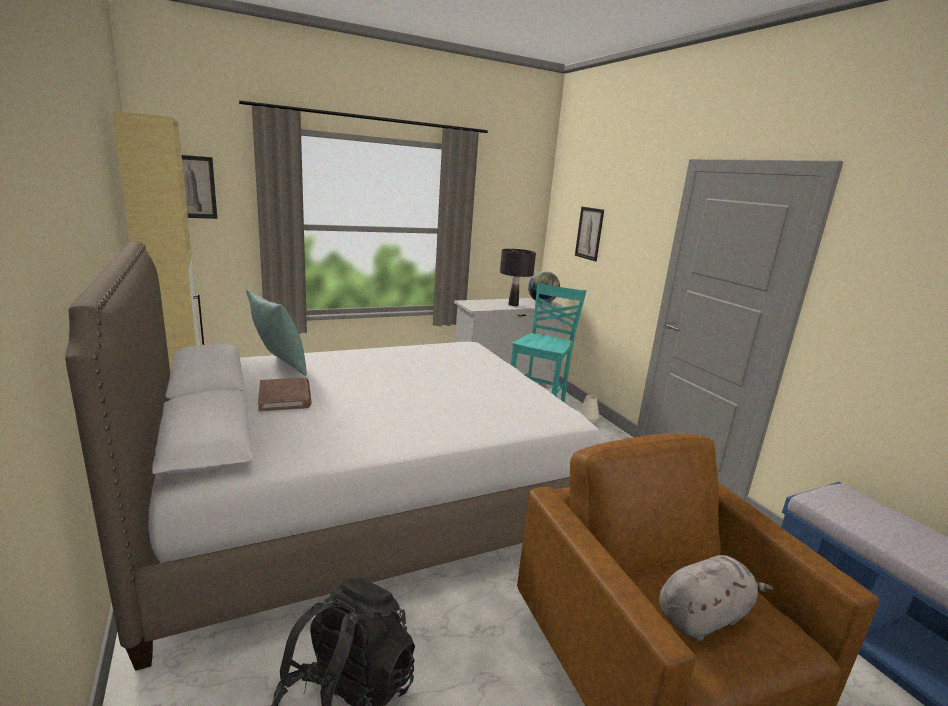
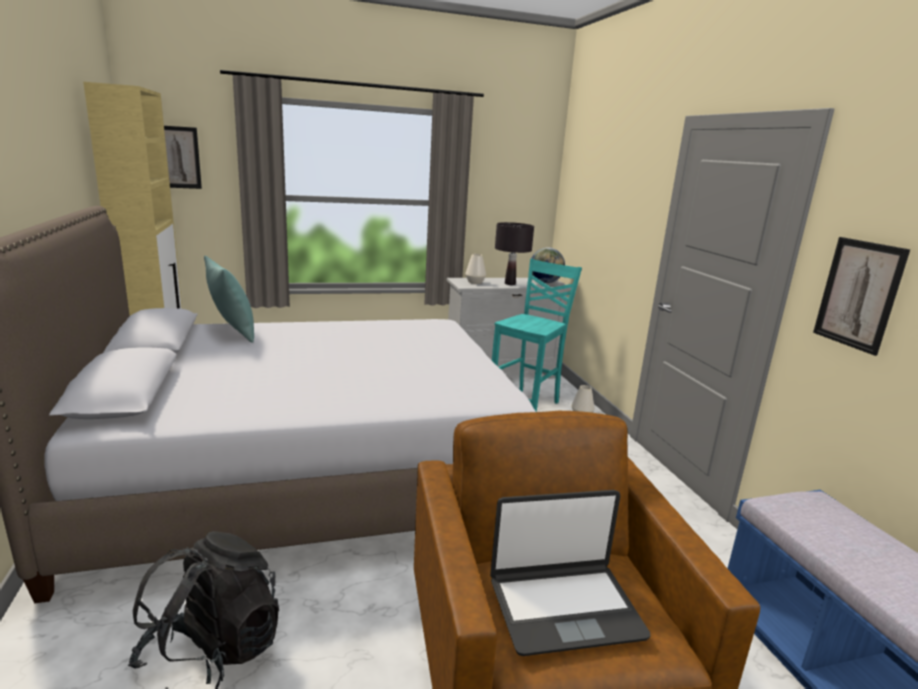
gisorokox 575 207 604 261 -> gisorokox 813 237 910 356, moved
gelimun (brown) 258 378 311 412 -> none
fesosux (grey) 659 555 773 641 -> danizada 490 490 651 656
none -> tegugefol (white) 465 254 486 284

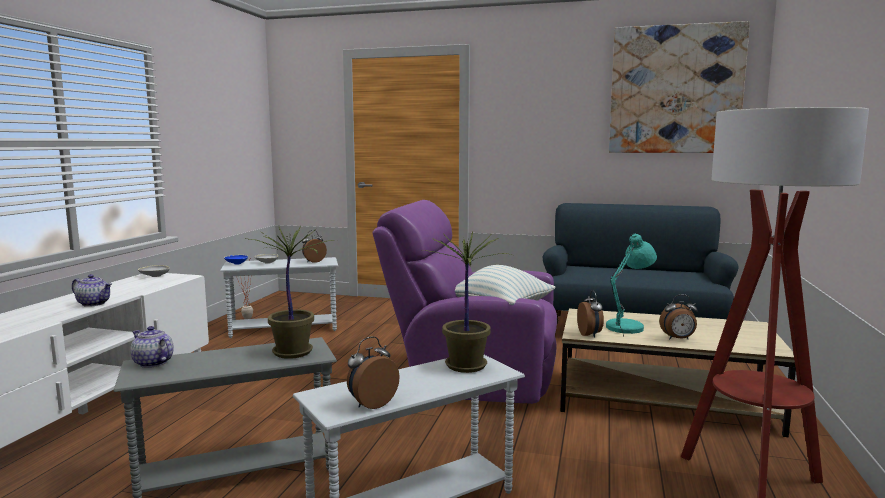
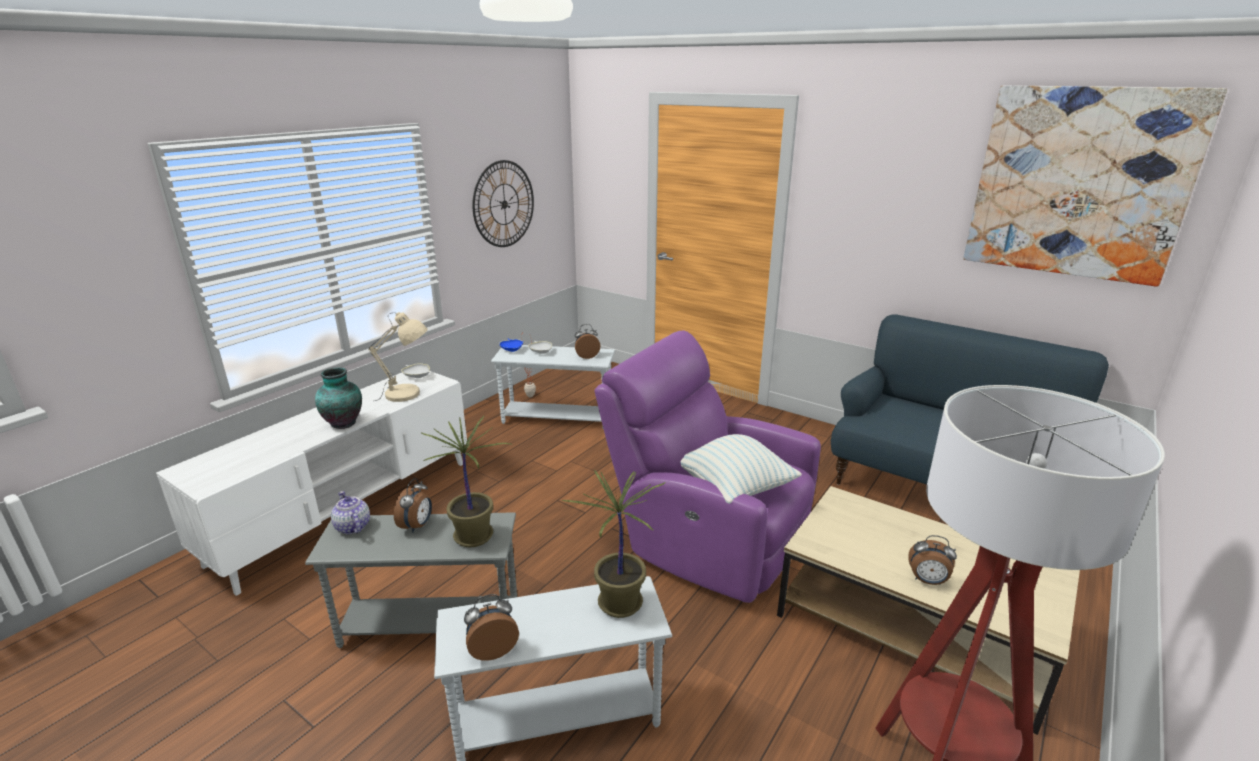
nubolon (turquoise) 606 234 657 338 -> none
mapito 72 274 112 307 -> tegugefol 315 367 362 429
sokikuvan 577 290 604 338 -> sokikuvan 394 478 432 533, moved
none -> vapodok 472 160 534 247
none -> nubolon (beige) 368 312 428 402

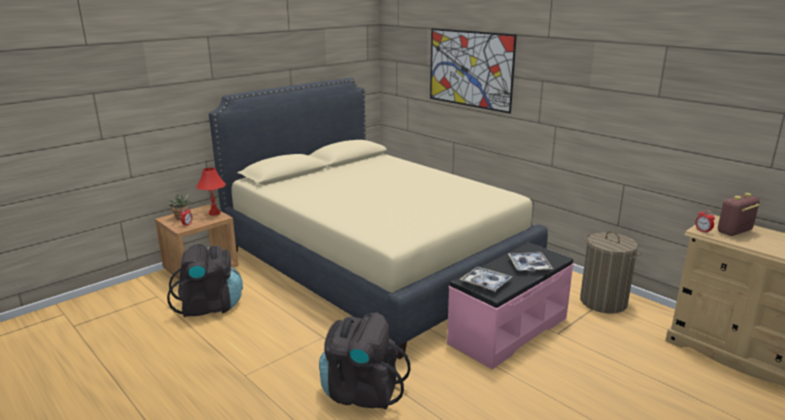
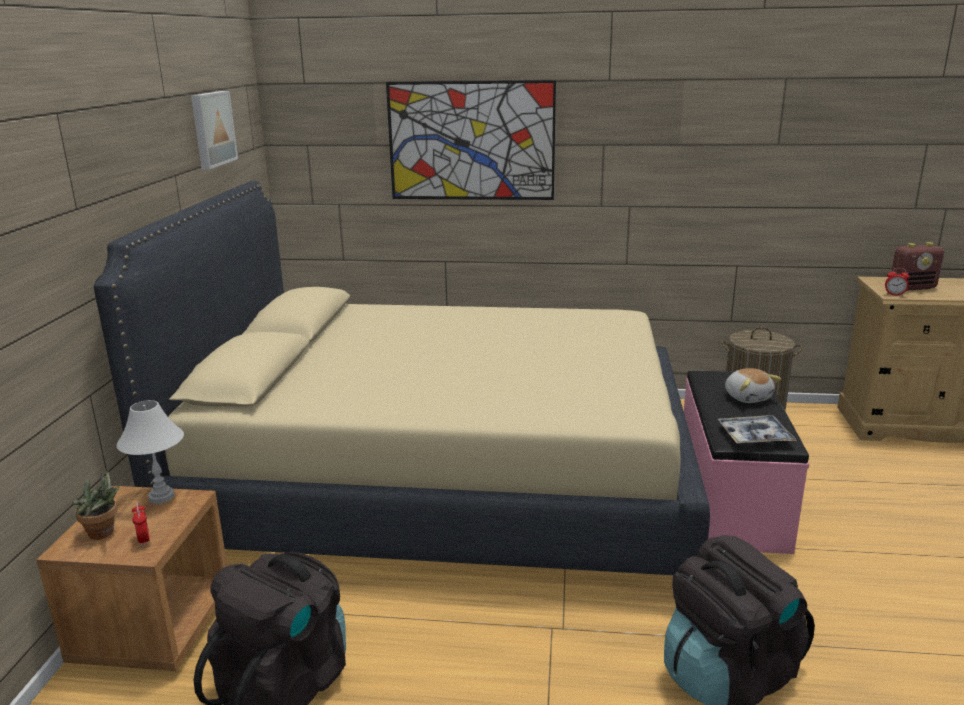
nubolon (red) 196 168 226 216 -> nubolon (white) 117 400 184 504
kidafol 718 193 760 236 -> kidafol 891 242 944 291, 120 degrees counterclockwise
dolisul 508 252 553 272 -> fesosux 725 368 781 403
none -> gisorokox 191 91 238 169

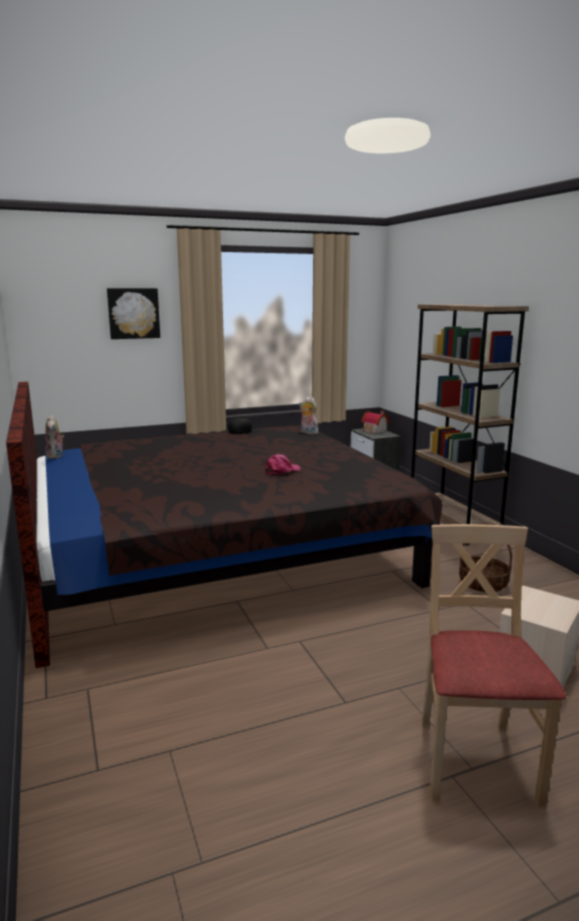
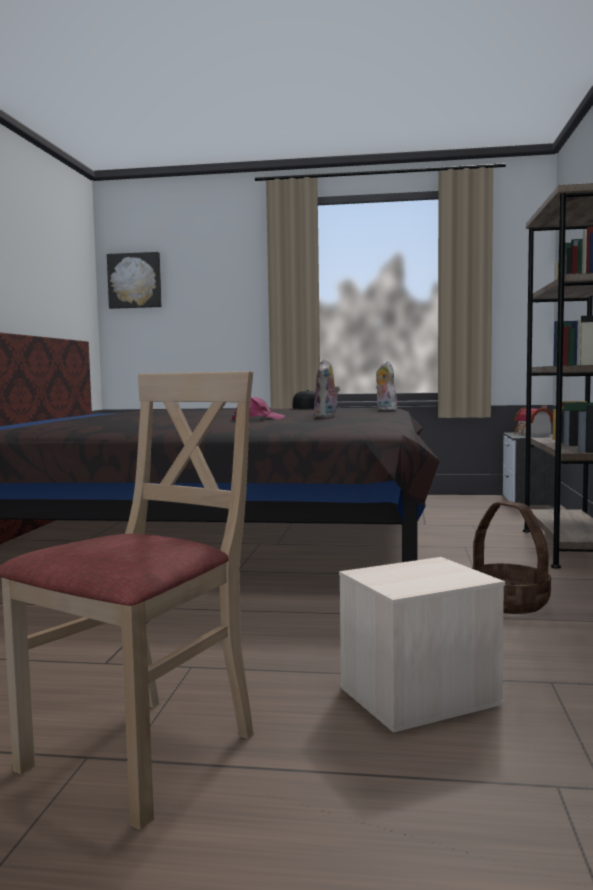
gisorokox 107 288 160 339 -> gisorokox 107 252 162 309, moved
fesosux 45 415 64 459 -> fesosux 314 358 340 417, moved

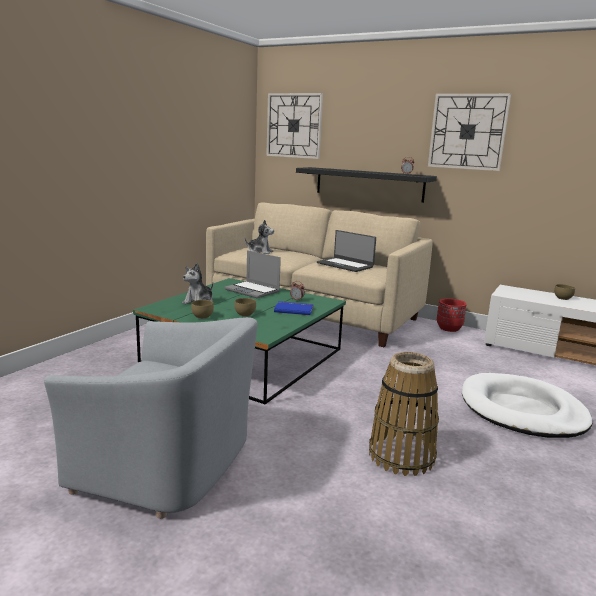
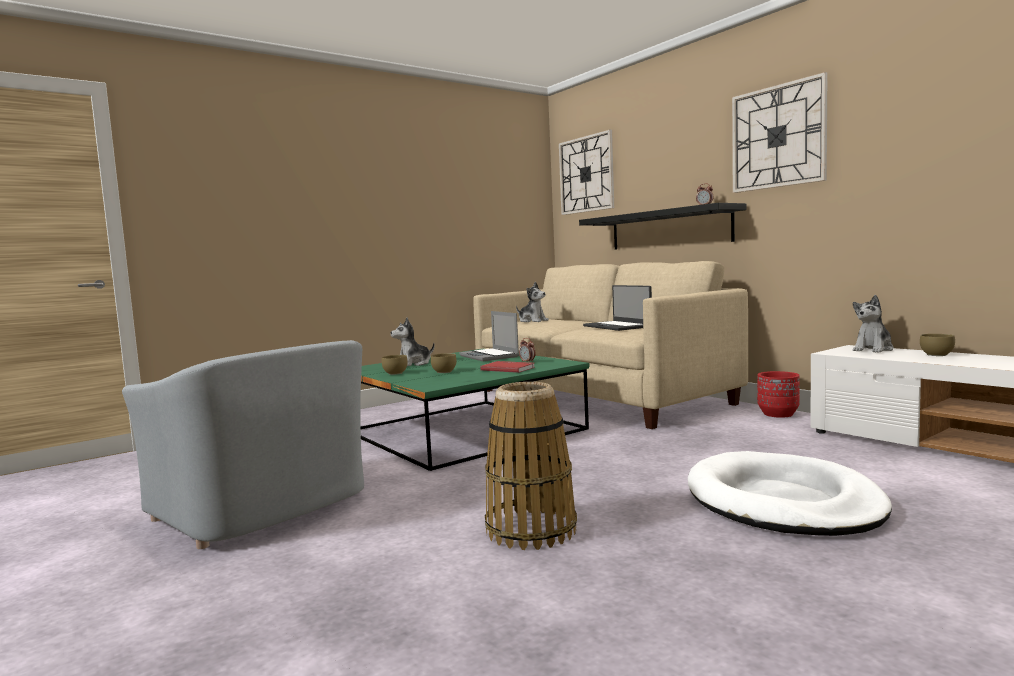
gelimun (blue) 274 301 313 315 -> gelimun (red) 480 361 535 373
none -> fesosux 853 295 894 353

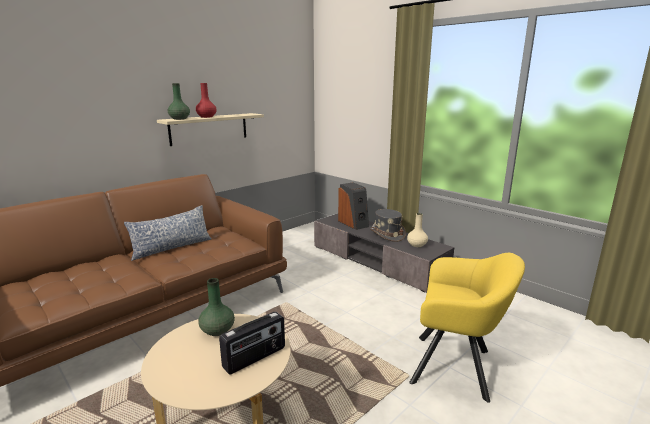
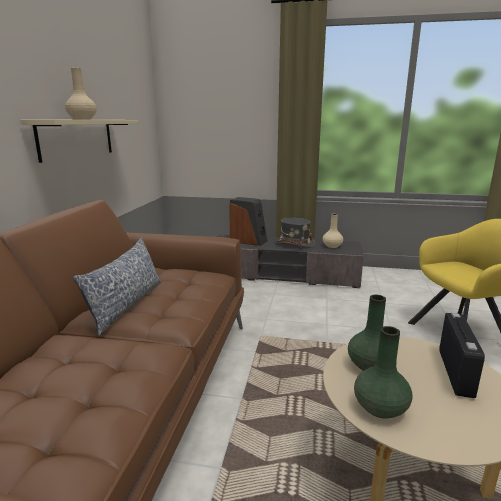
tegugefol (green) 168 83 190 120 -> tegugefol (green) 354 326 412 419, moved
tegugefol (red) 196 83 217 118 -> tegugefol (beige) 65 68 97 119

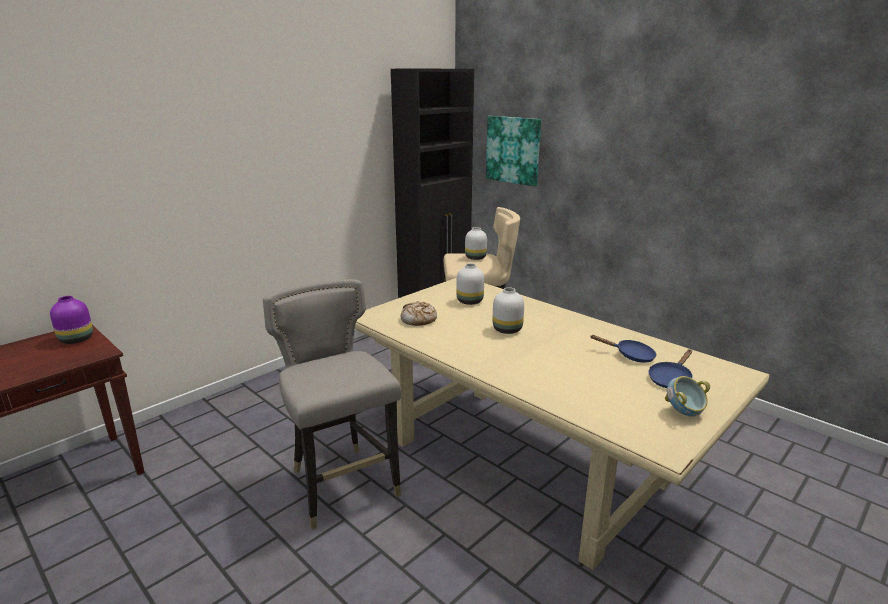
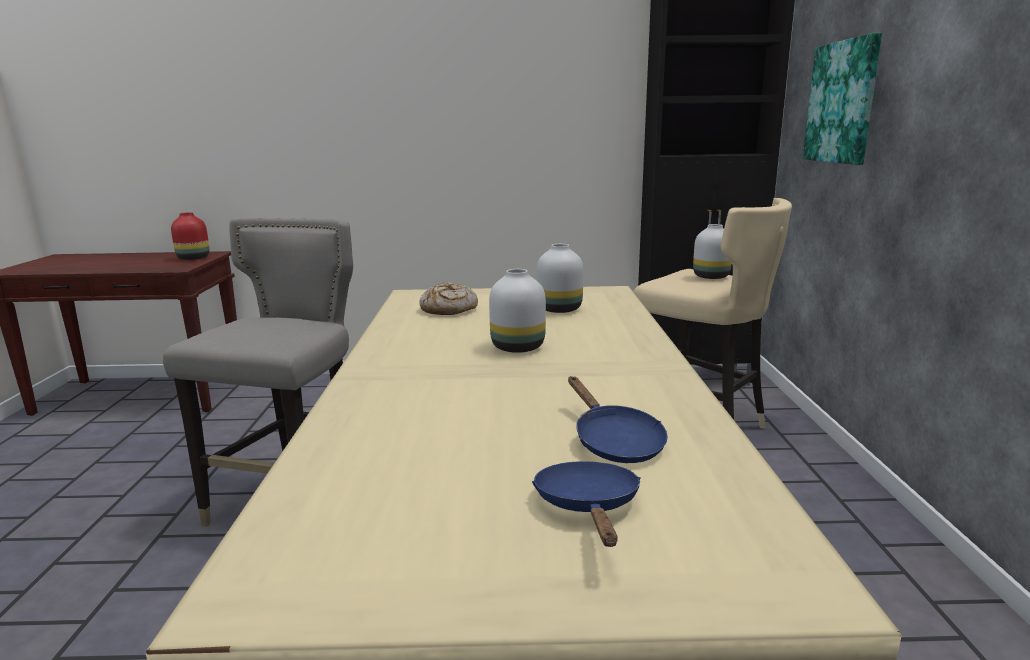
tegugefol (purple) 50 296 93 344 -> tegugefol (red) 171 212 210 260
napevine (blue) 648 350 693 388 -> napevine (blue) 532 461 641 547, 90 degrees clockwise
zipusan 665 376 710 417 -> none

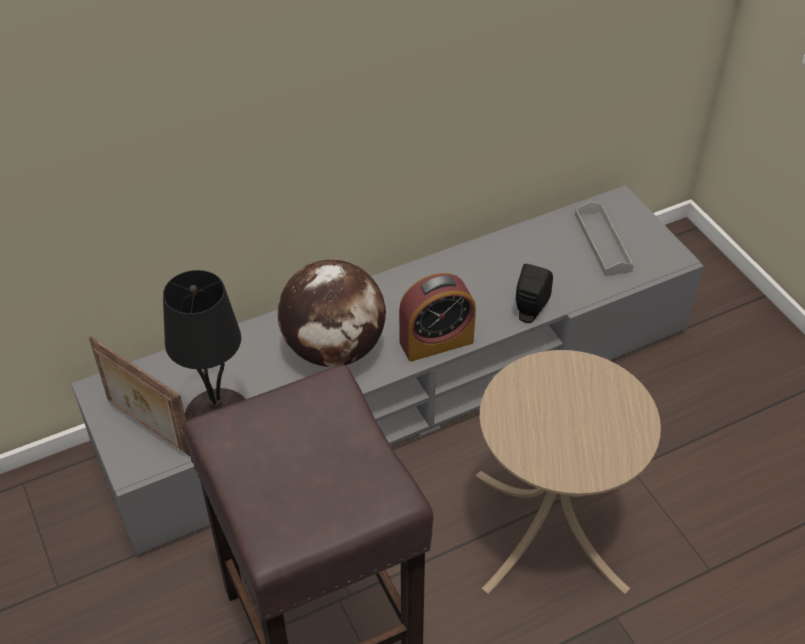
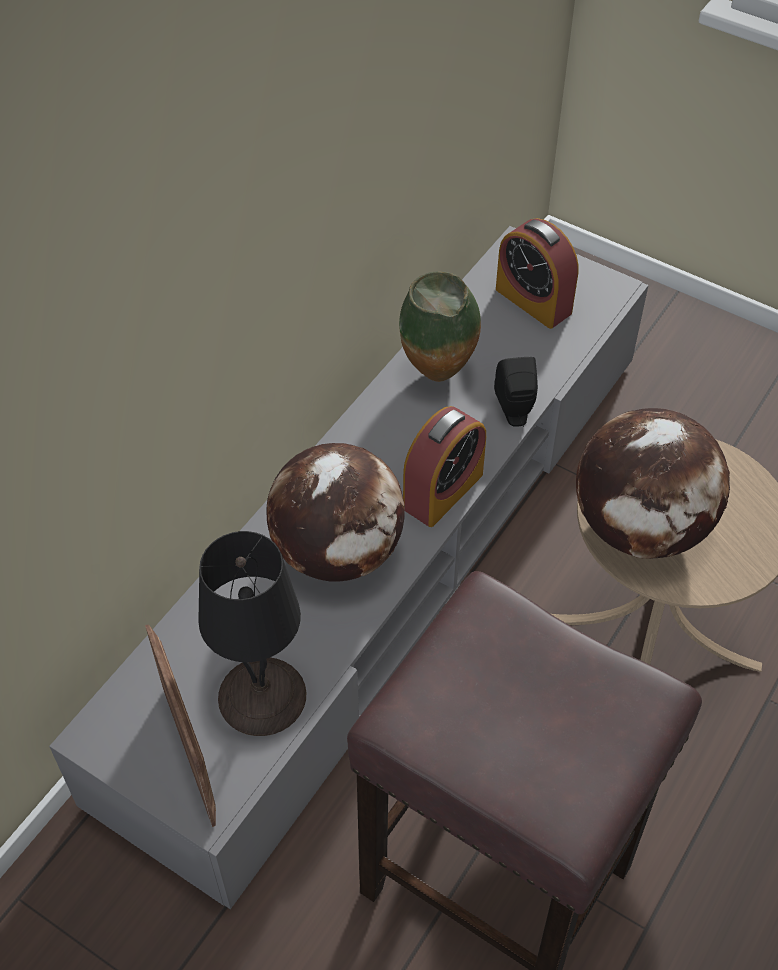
dolisul (grey) 575 201 634 276 -> sokikuvan 496 218 579 329
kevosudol 89 336 191 457 -> kevosudol 145 624 216 827, 120 degrees counterclockwise
none -> tegugefol 399 271 481 382
none -> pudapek 576 408 730 559

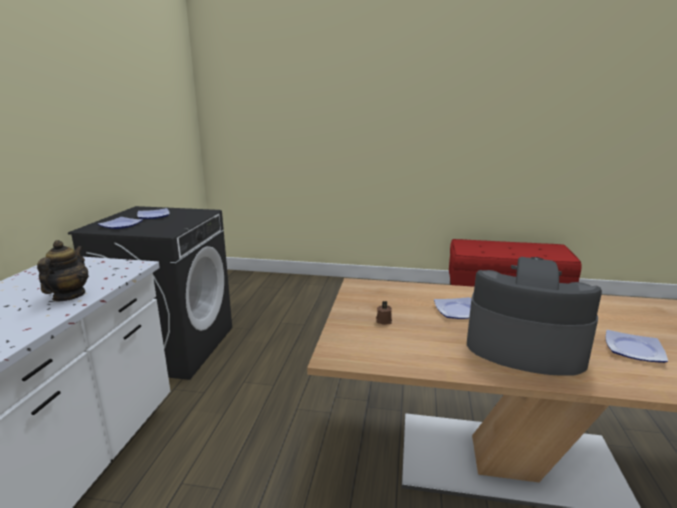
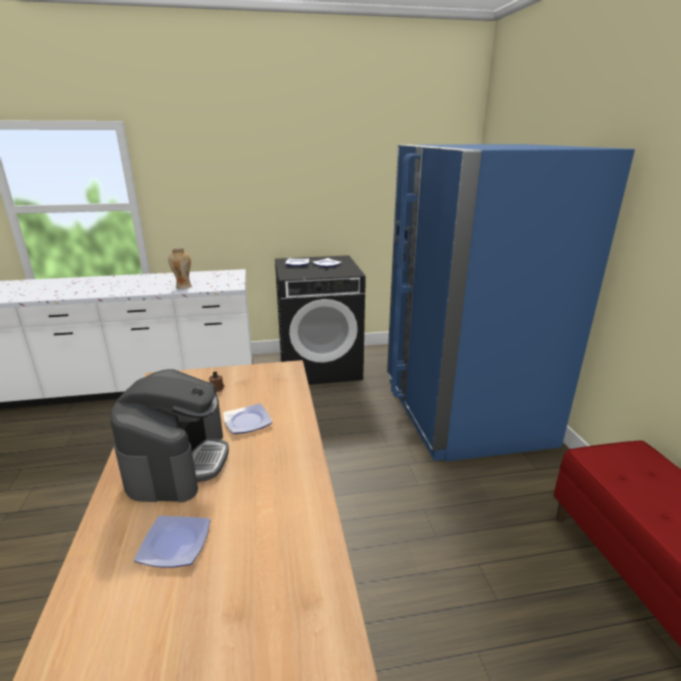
mapito 37 240 88 302 -> tegugefol 168 247 192 289
none -> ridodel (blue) 387 144 635 462

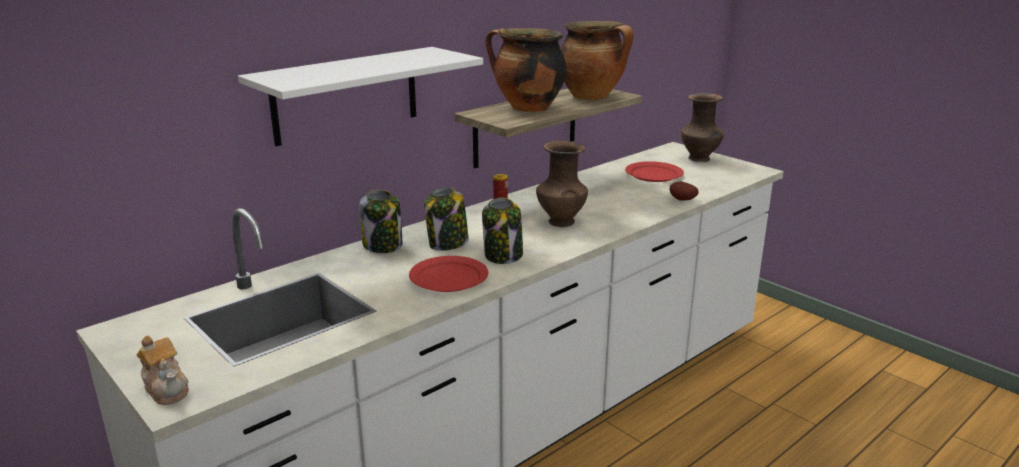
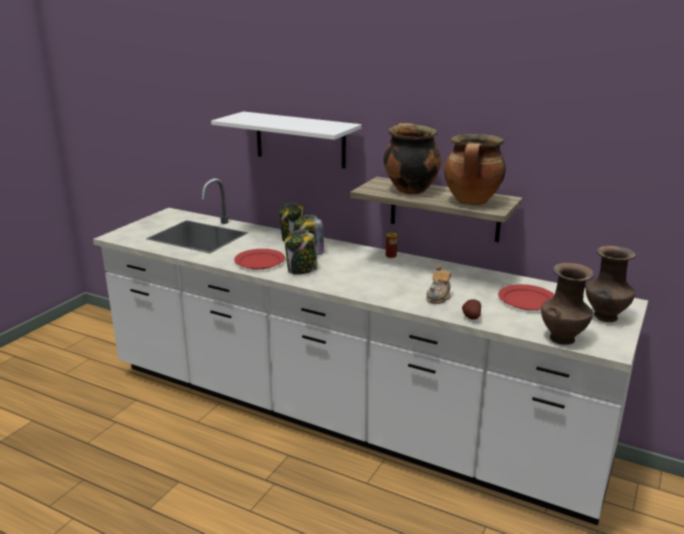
tegugefol (brown) 536 140 588 227 -> tegugefol (brown) 541 263 594 345, moved
mapito 136 335 189 405 -> mapito 426 265 451 304, moved

